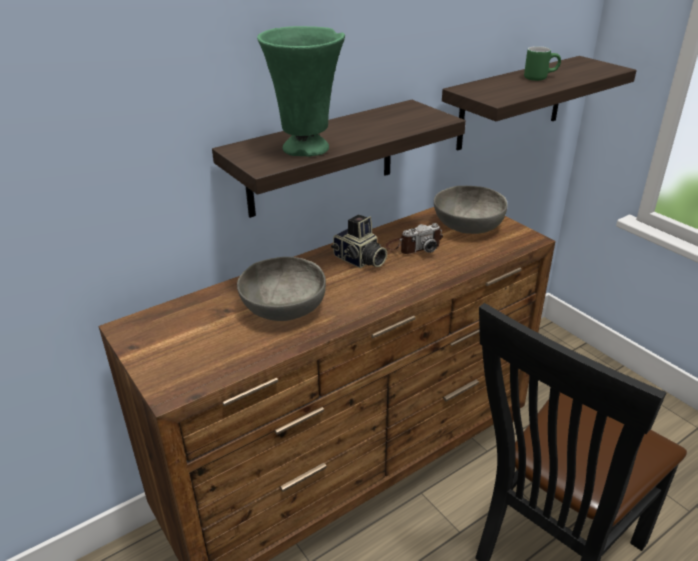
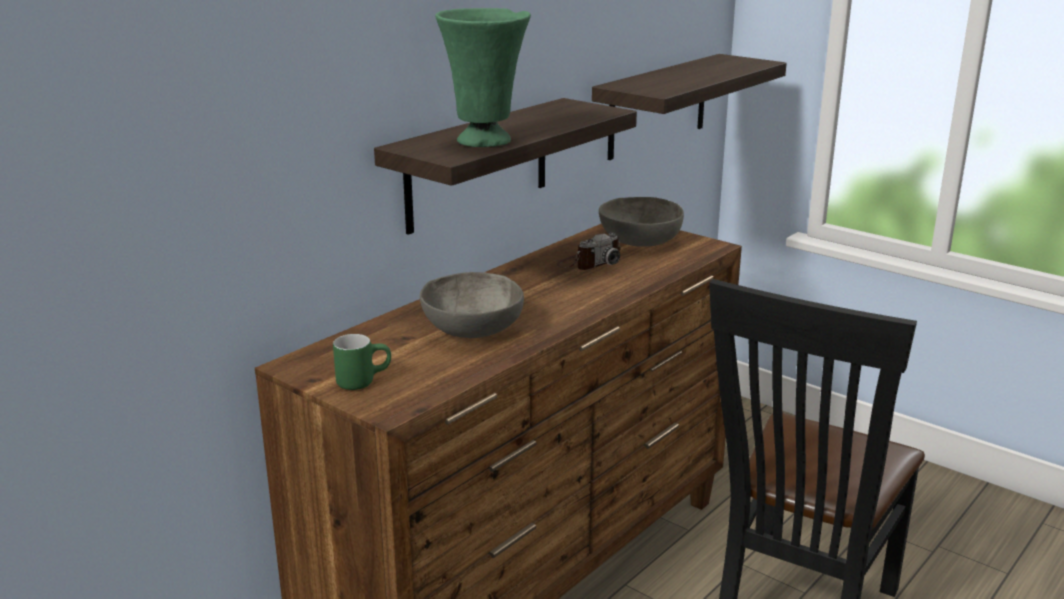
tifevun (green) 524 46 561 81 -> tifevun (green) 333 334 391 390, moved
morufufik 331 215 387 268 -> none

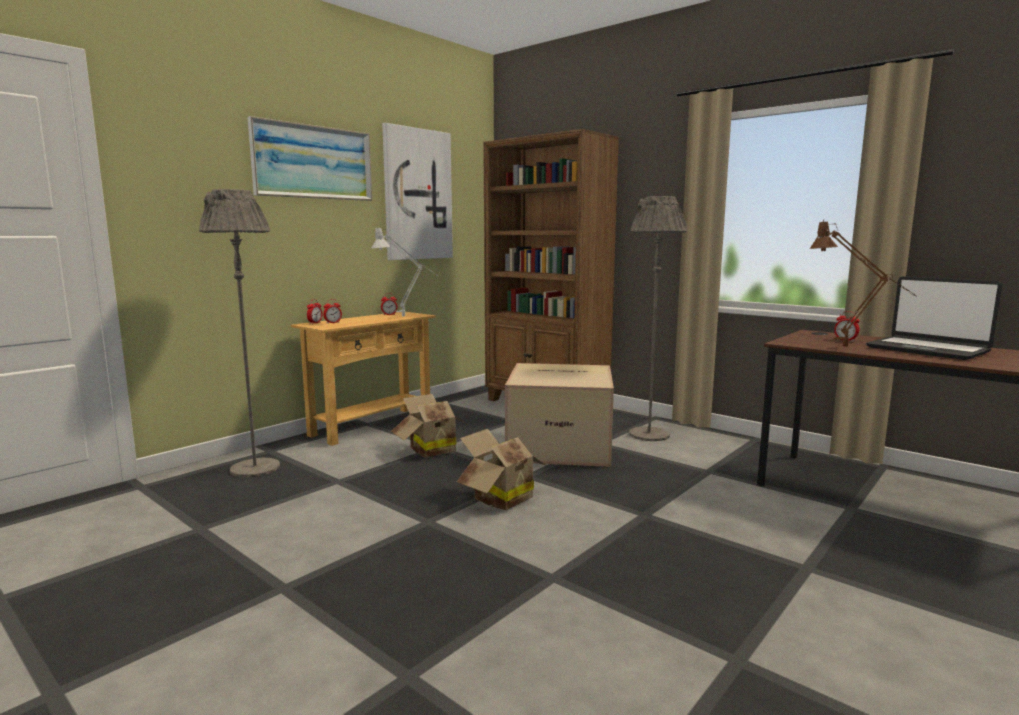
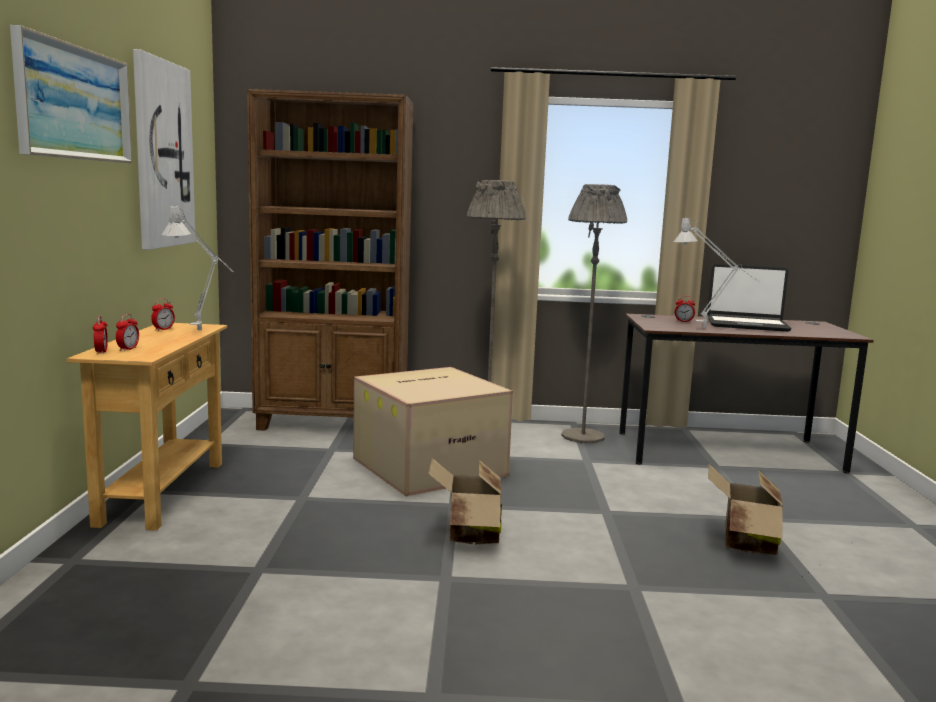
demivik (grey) 199 189 280 477 -> demivik (grey) 561 184 627 443, moved
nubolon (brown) 810 219 917 347 -> nubolon (grey) 674 217 761 328
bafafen 391 394 470 458 -> bafafen 708 464 783 555, moved

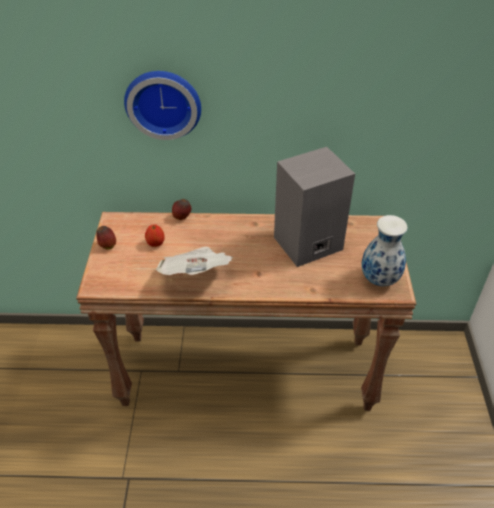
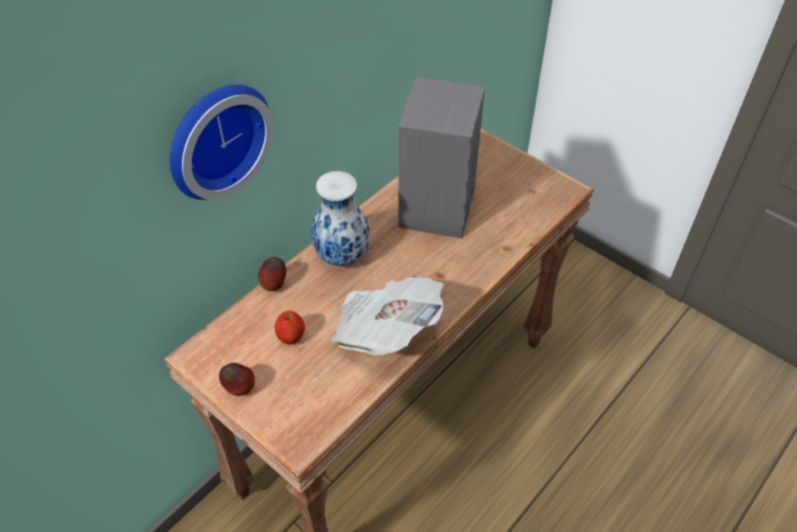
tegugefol 362 215 408 286 -> tegugefol 311 171 370 266, moved

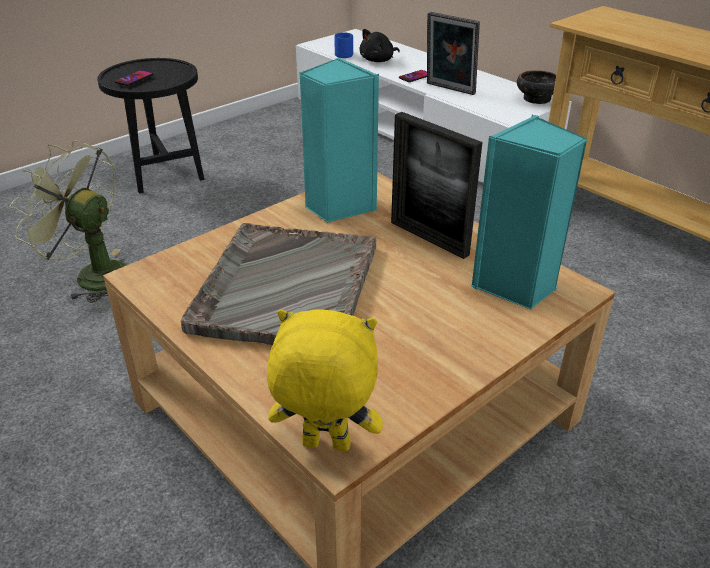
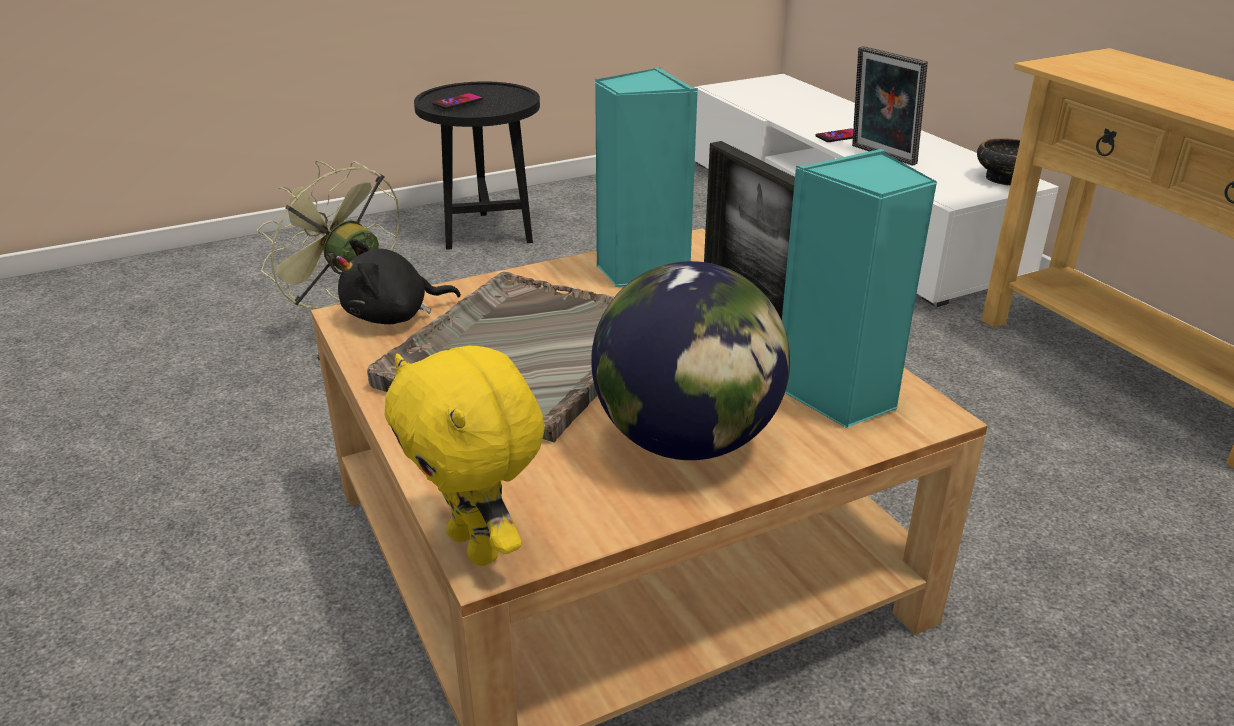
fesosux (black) 360 29 400 62 -> fesosux (black) 336 239 461 324, moved
tifevun (blue) 334 32 353 58 -> none
fesosux (yellow) 267 309 383 451 -> fesosux (yellow) 385 346 545 566, 150 degrees counterclockwise
none -> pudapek 591 261 790 460

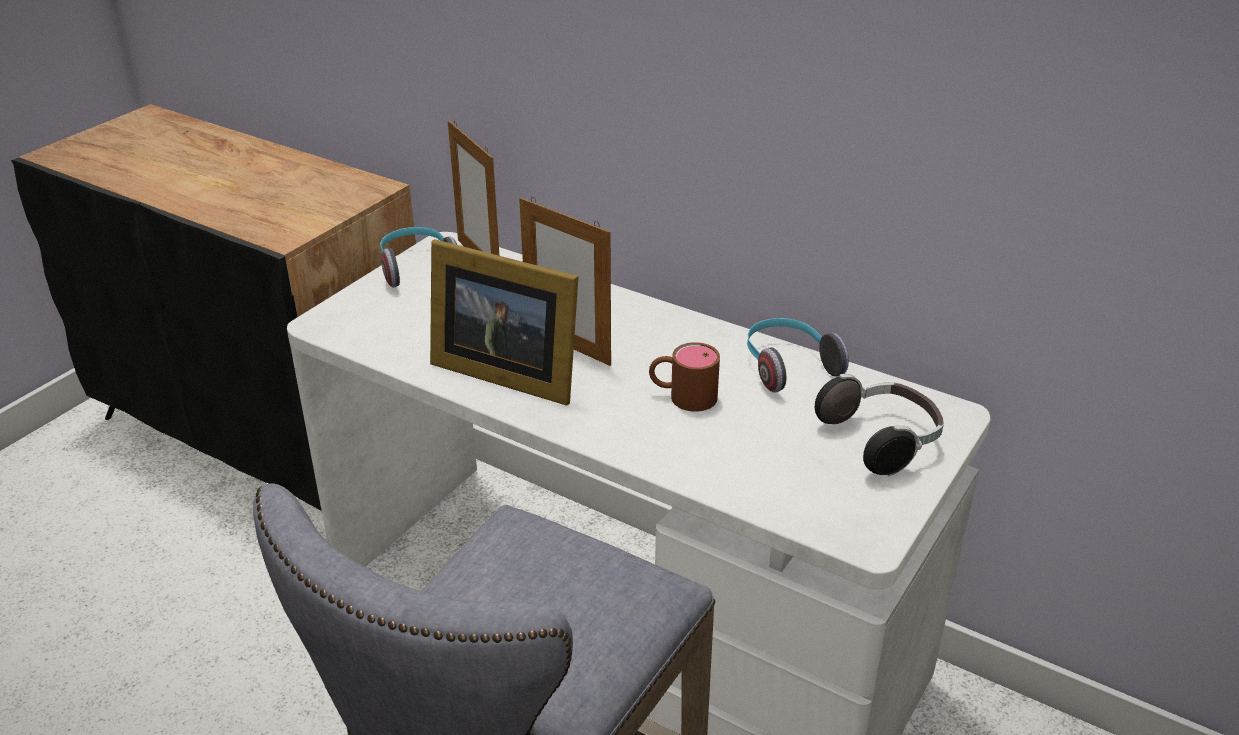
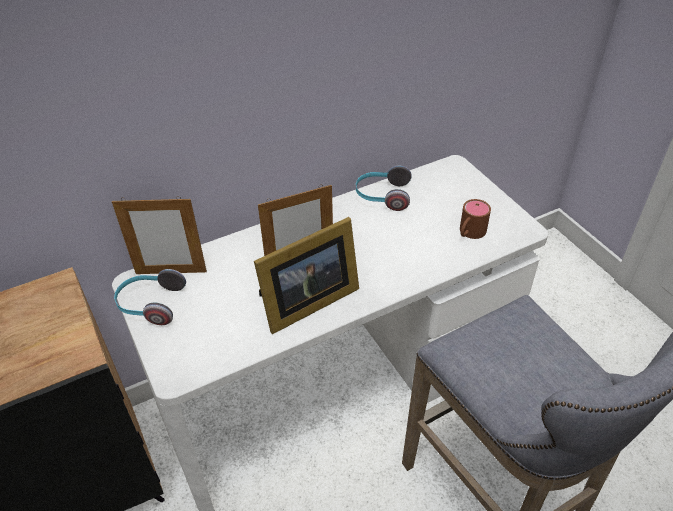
tifevun (brown) 649 342 720 412 -> tifevun (brown) 460 199 491 239, moved
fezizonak 815 374 944 476 -> none

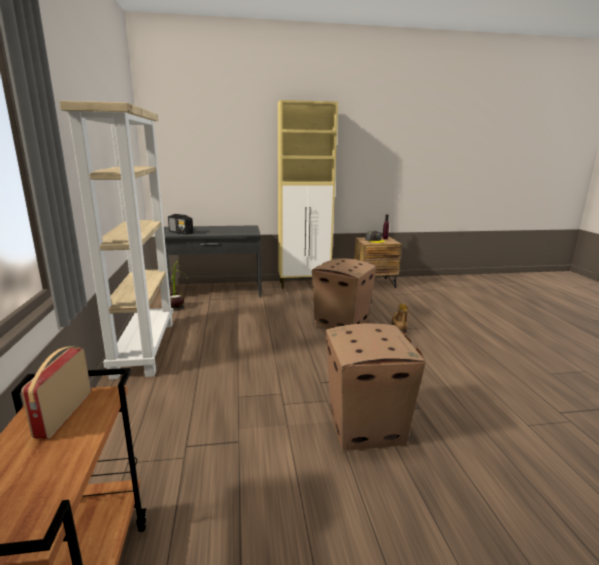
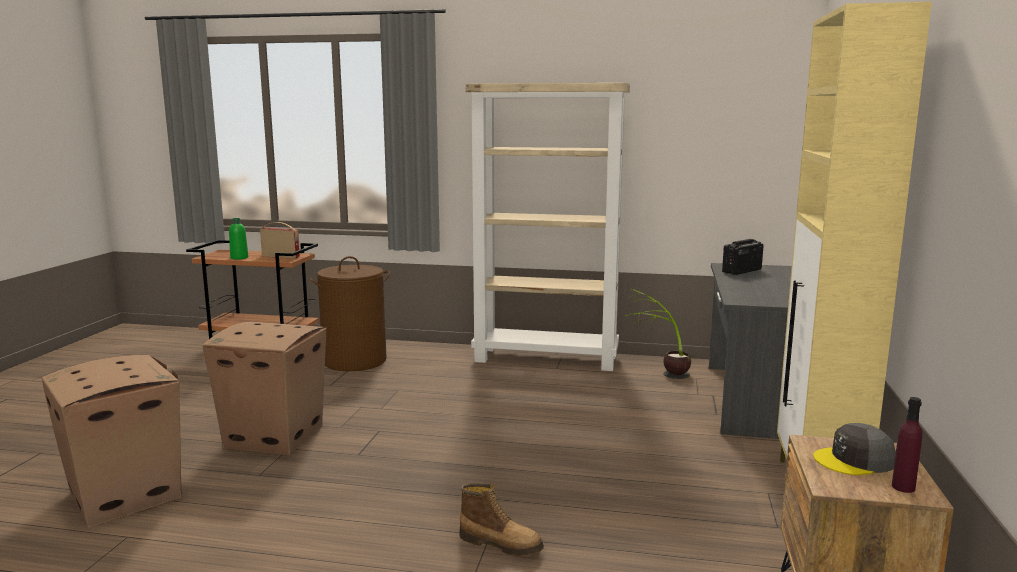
bafafen 312 258 376 329 -> bafafen 41 355 182 528, moved
none -> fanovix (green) 229 218 248 260
none -> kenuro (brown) 310 256 390 371

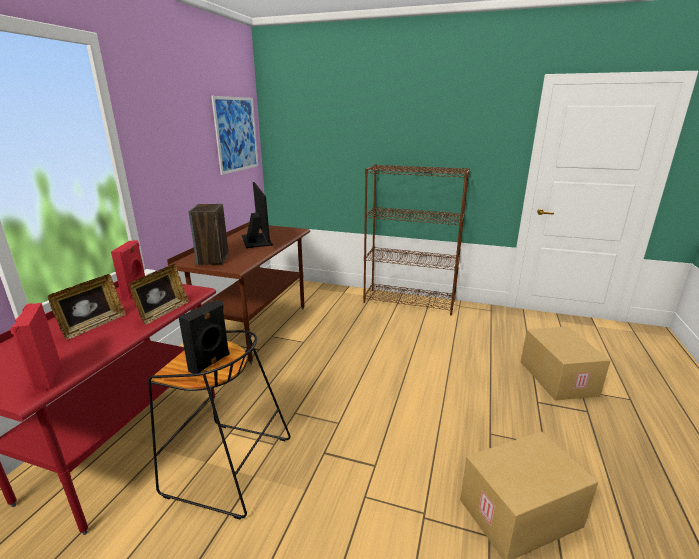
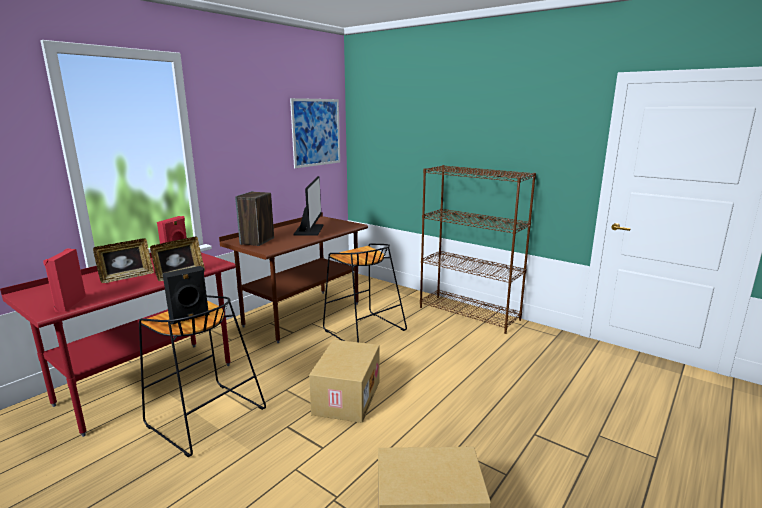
bafafen 521 327 611 400 -> bafafen 309 340 380 423, moved
none -> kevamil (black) 323 244 407 342

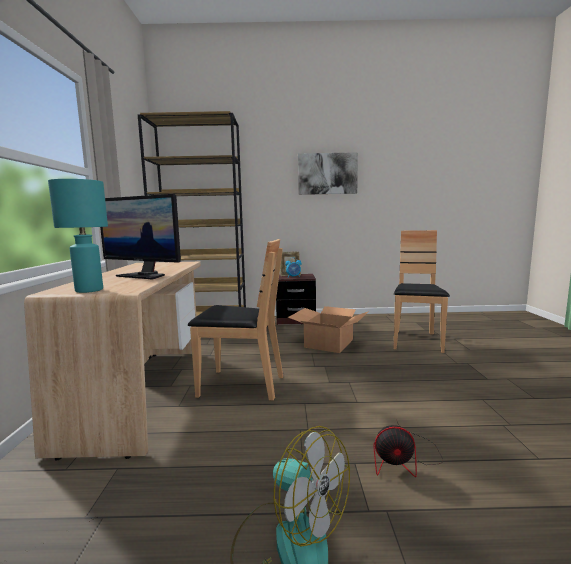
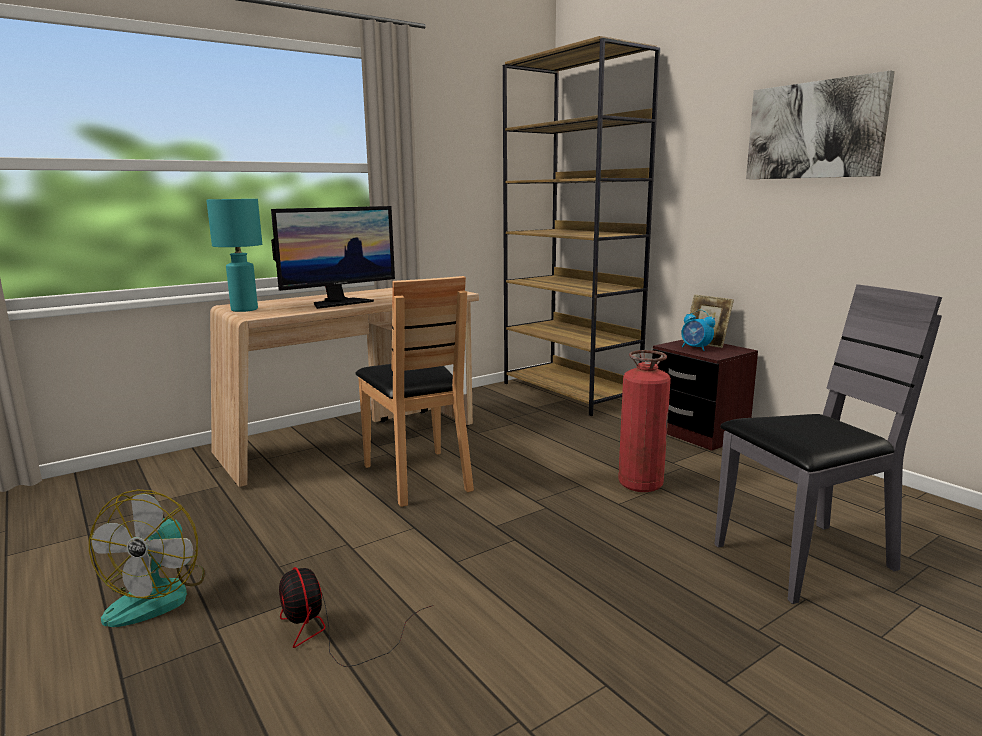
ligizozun 100 194 181 280 -> ligizozun 271 206 395 309, 120 degrees counterclockwise
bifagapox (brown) 394 230 450 353 -> bifagapox (grey) 714 284 942 604
bafafen 288 306 369 353 -> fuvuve 618 350 671 492

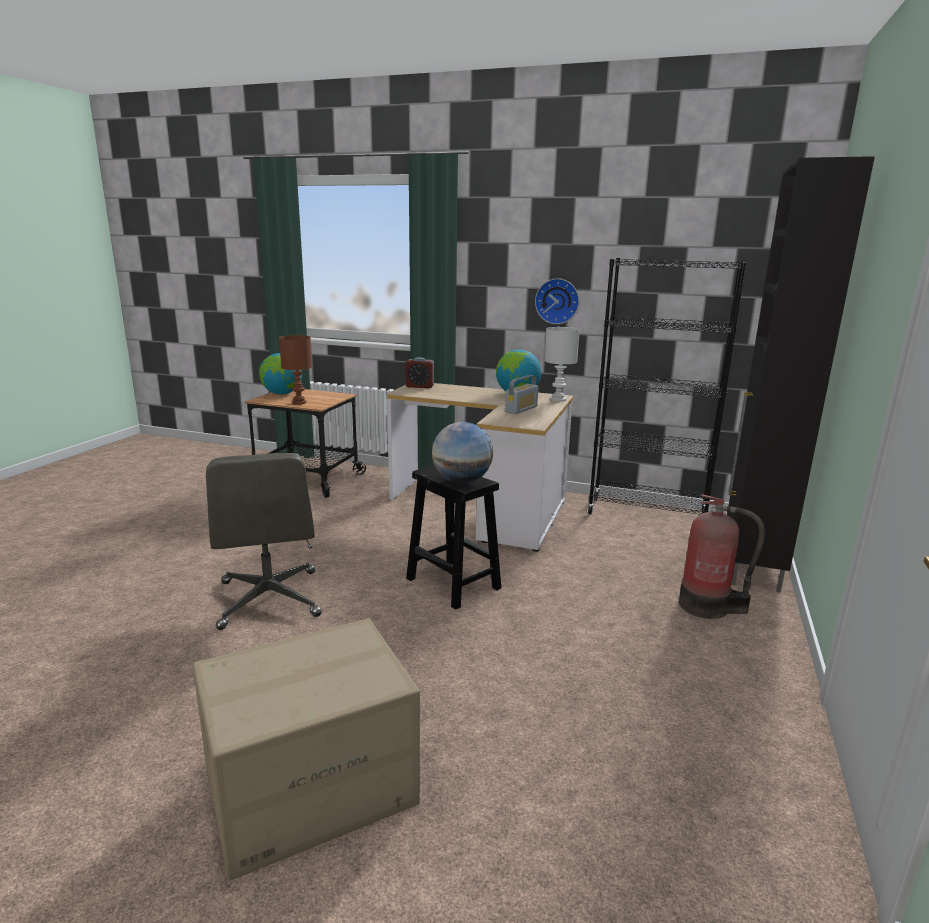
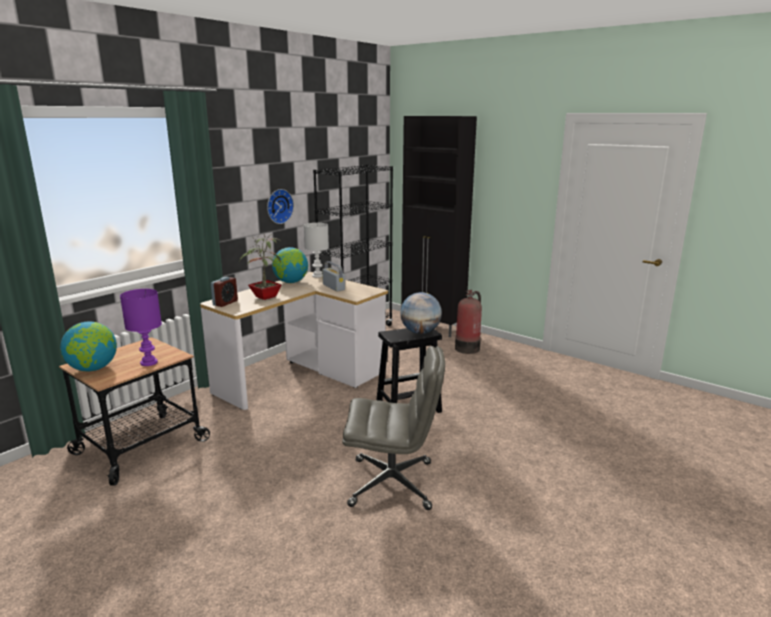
nubolon (brown) 279 335 312 405 -> nubolon (purple) 120 289 162 366
bafafen 193 618 420 881 -> none
none -> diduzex 239 234 282 300

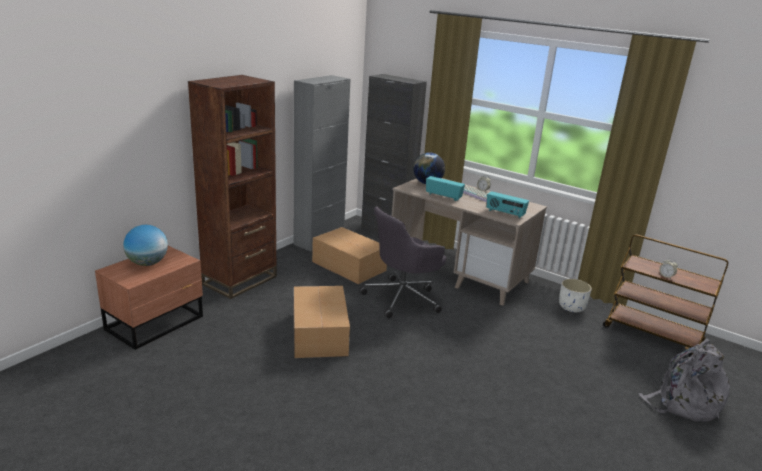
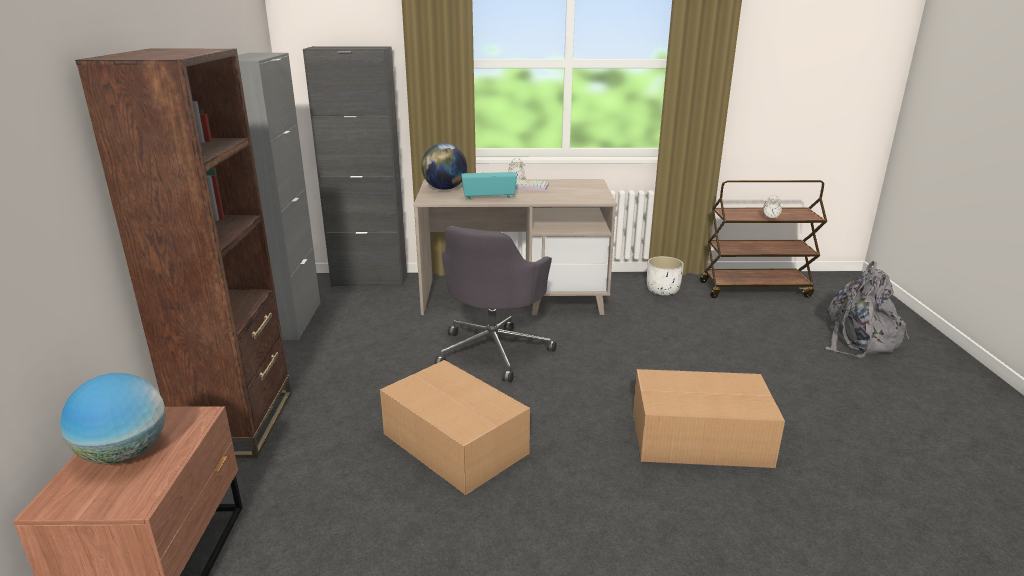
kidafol 487 191 529 219 -> none
bafafen 312 227 387 284 -> bafafen 633 369 785 468, moved

